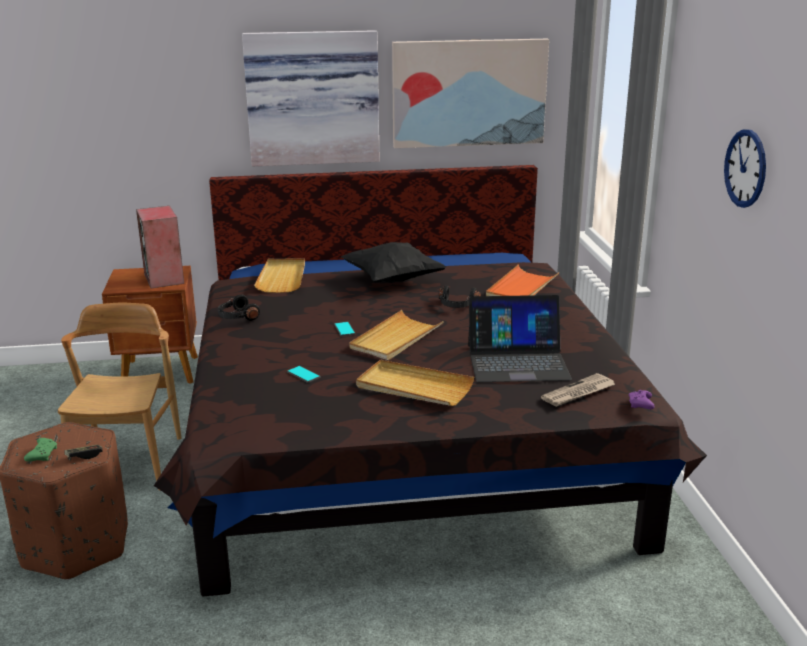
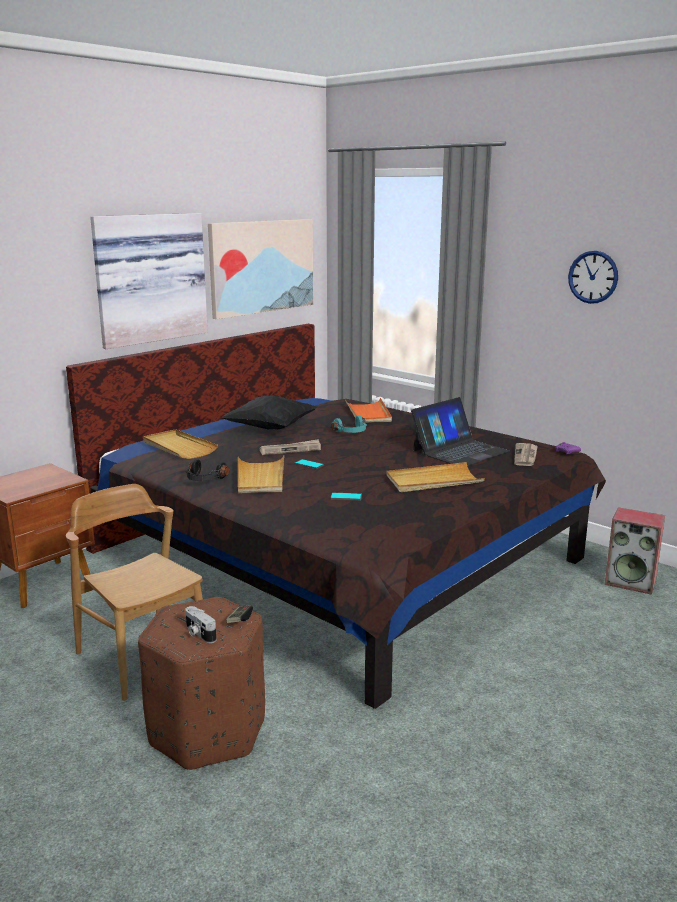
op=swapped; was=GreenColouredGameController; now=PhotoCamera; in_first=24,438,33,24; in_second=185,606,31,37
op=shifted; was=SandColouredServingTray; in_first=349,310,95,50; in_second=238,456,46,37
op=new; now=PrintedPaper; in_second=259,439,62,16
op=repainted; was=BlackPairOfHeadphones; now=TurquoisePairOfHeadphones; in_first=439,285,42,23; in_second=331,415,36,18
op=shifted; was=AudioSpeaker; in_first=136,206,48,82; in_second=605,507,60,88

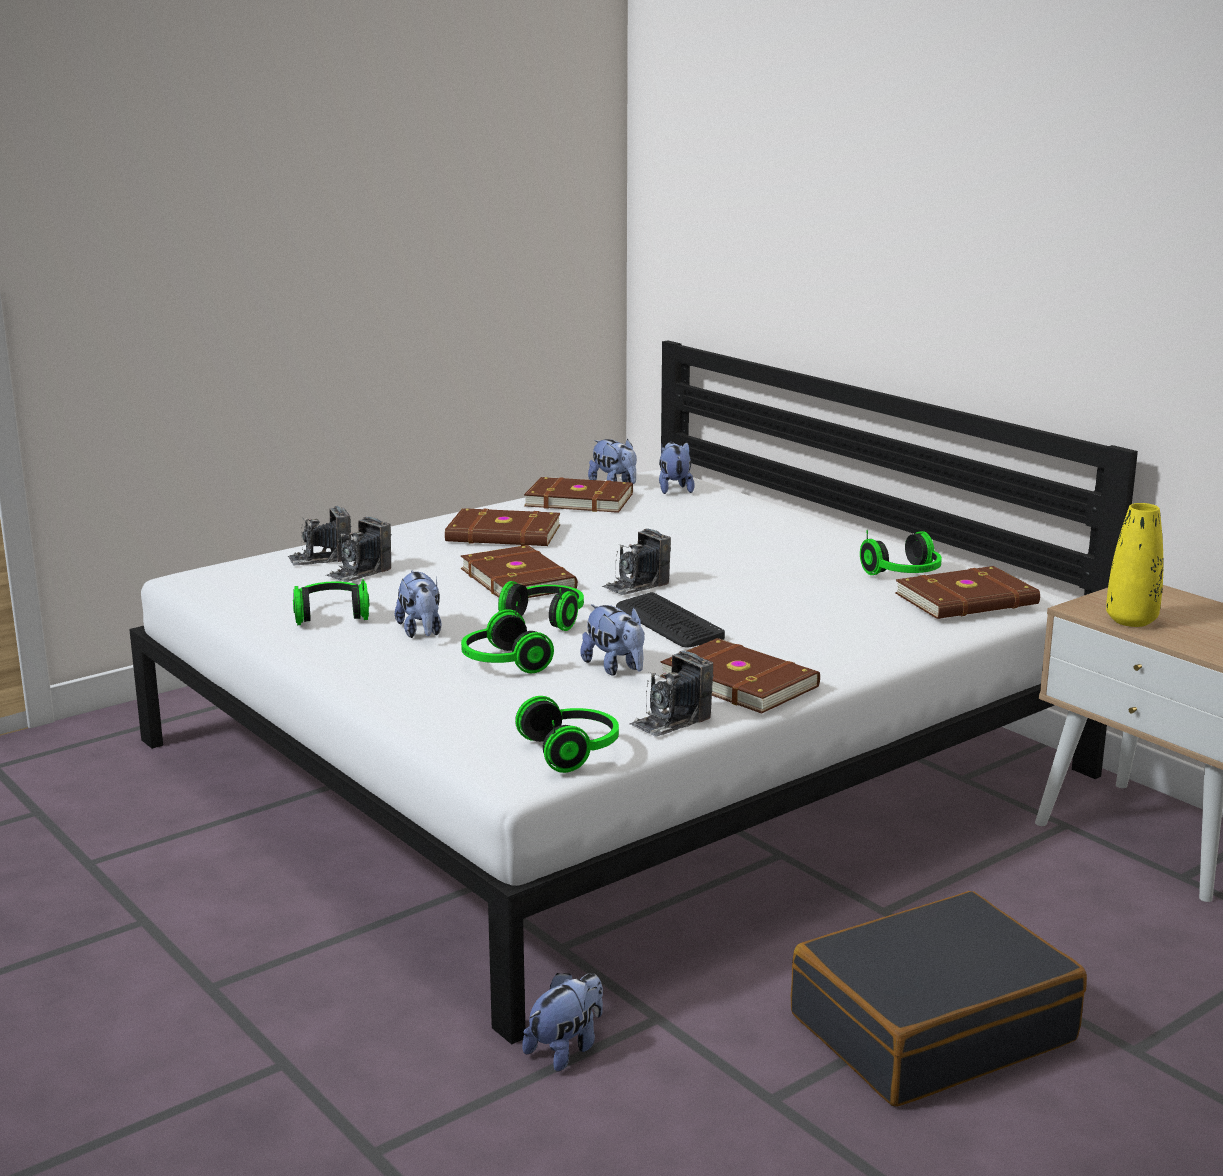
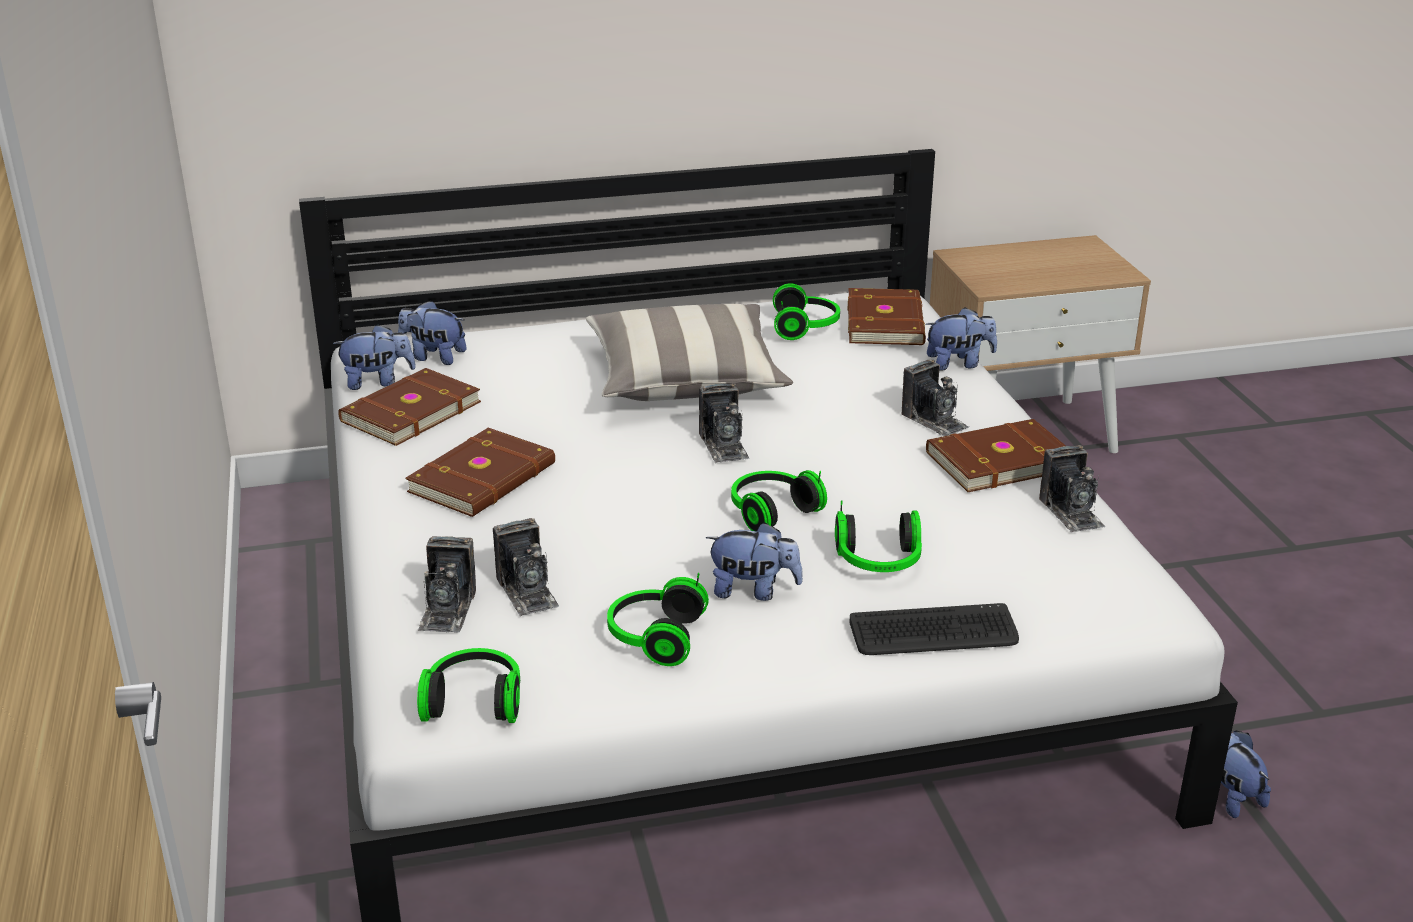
op=shifted; was=PairOfHeadphones; in_first=515,696,104,77; in_second=417,648,103,75
op=new; now=ThrowPillow; in_second=586,304,207,97
op=shifted; was=Keyboard; in_first=616,592,109,56; in_second=849,603,170,52
op=new; now=PhotoCamera; in_second=902,360,67,76
op=shifted; was=CuddlyToy; in_first=580,604,64,72; in_second=925,307,72,64
op=gone; was=BrownColouredVolume; in_first=461,545,117,53
op=gone; was=BlackPieceOfLuggage; in_first=791,891,296,216
op=gone; was=YellowishDecorativeVase; in_first=1106,503,57,124

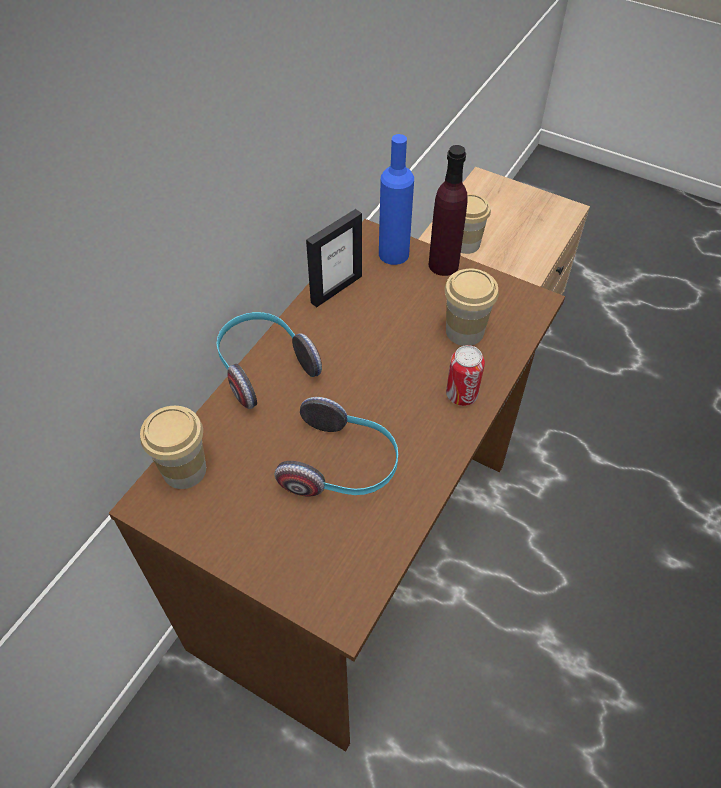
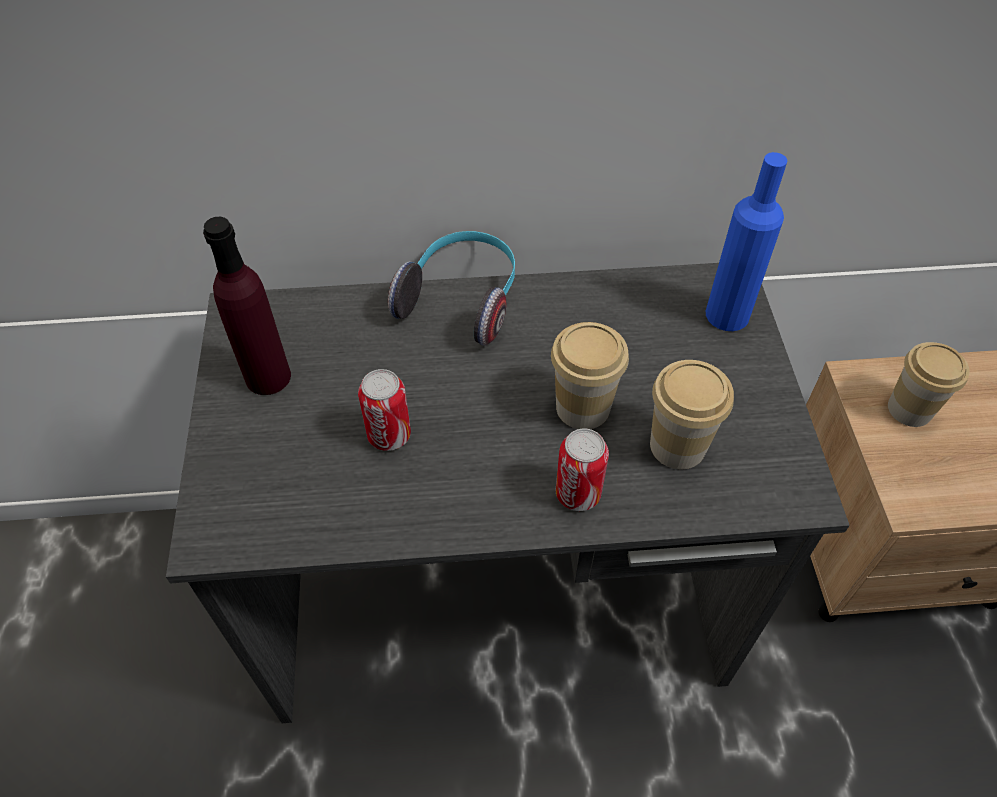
op=repainted; was=BrownColouredDeskUnit; now=GreyishDeskUnit; in_first=109,219,456,533; in_second=166,263,684,460
op=shifted; was=PurpleColouredBeverageBottle; in_first=429,145,39,131; in_second=203,217,88,178
op=swapped; was=PairOfHeadphones; now=SealedCan; in_first=275,397,123,100; in_second=358,369,53,82
op=shifted; was=SmallCup; in_first=140,406,66,83; in_second=551,322,78,107
op=gone; was=PictureFrame; in_first=306,209,56,98

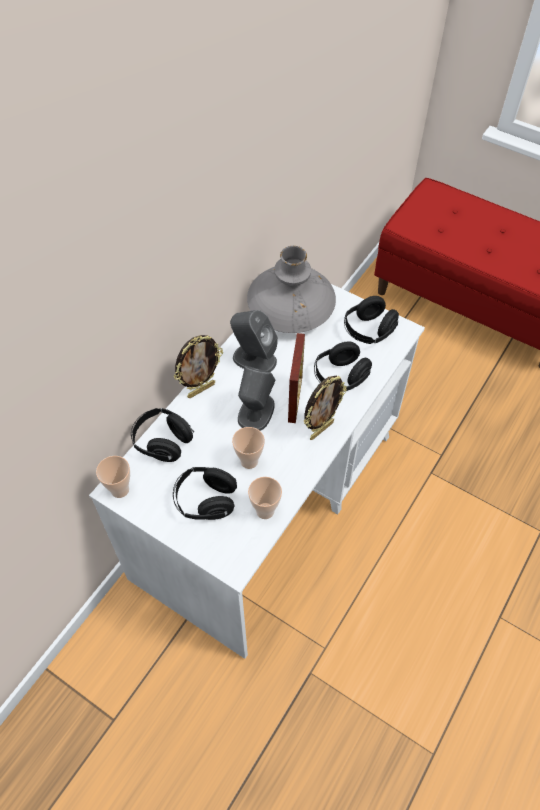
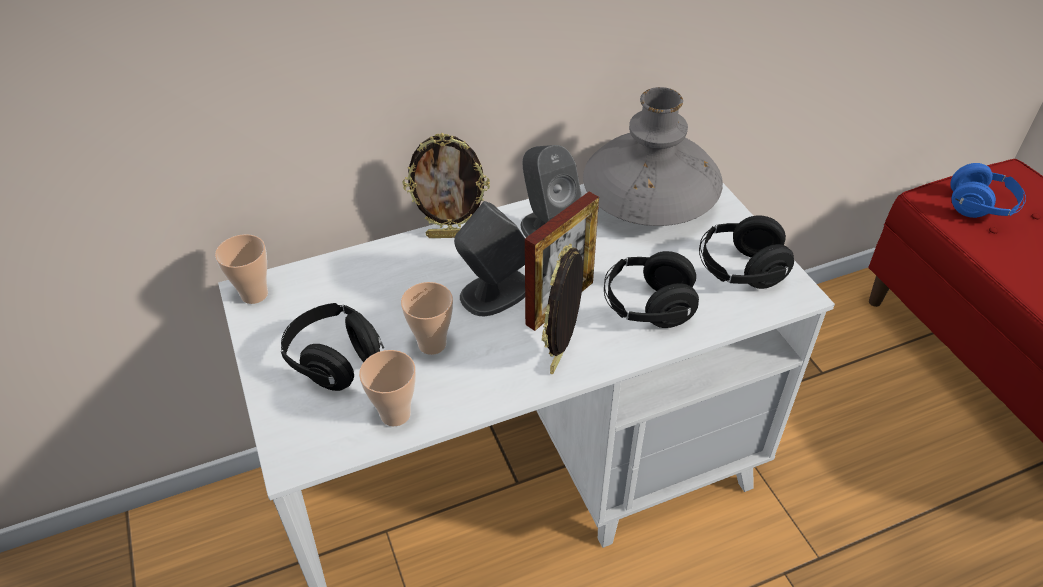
op=rotated; was=PictureFrame; in_first=304,376,43,64; in_second=542,243,41,131; clockwise=120
op=new; now=BlueColouredPairOfHeadphones; in_second=950,163,76,55
op=gone; was=BlackPairOfHeadphones; in_first=131,408,63,54

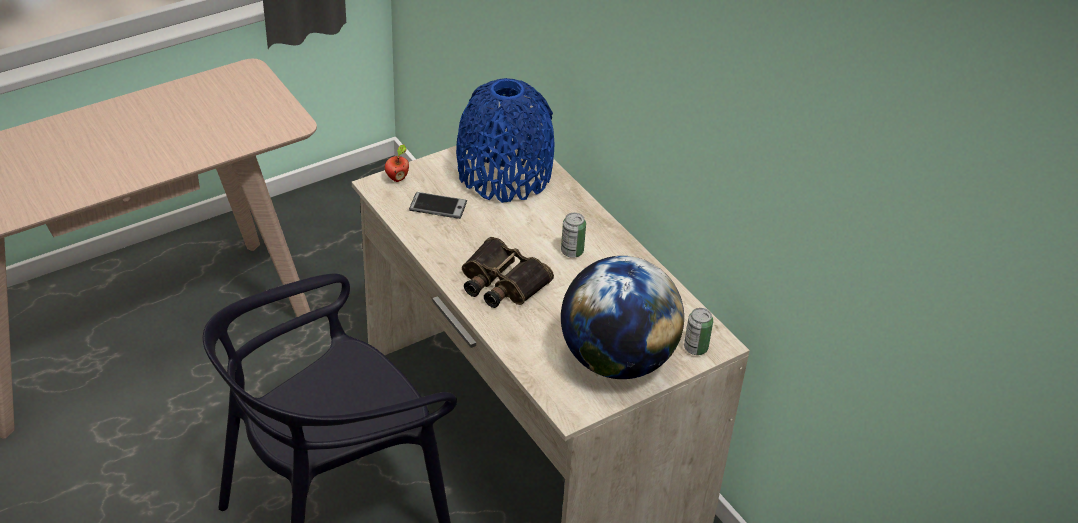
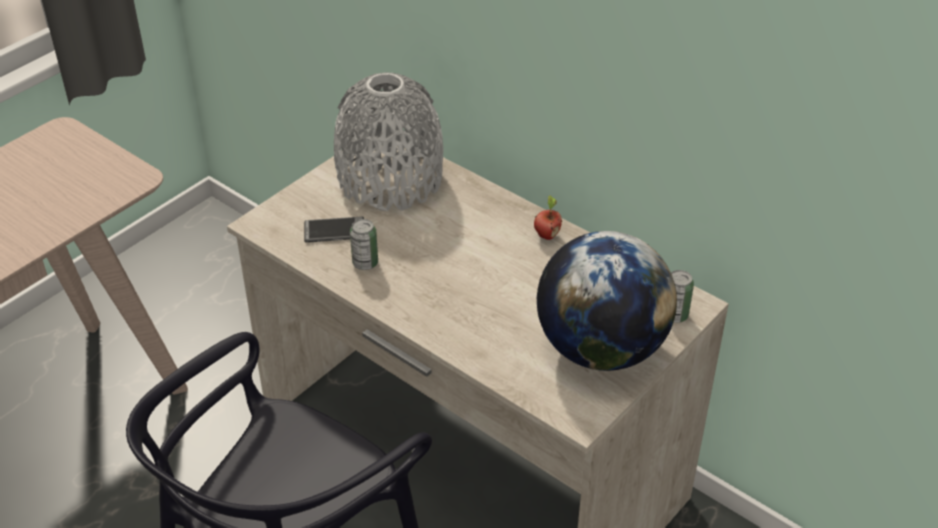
op=repainted; was=BlueColouredDecorativeVase; now=GreyishDecorativeVase; in_first=456,78,98,125; in_second=334,72,109,139
op=shifted; was=SealedCan; in_first=561,213,25,45; in_second=350,219,28,51
op=shifted; was=WholeApple; in_first=385,144,24,38; in_second=534,195,28,45
op=gone; was=Binoculars; in_first=462,237,92,71

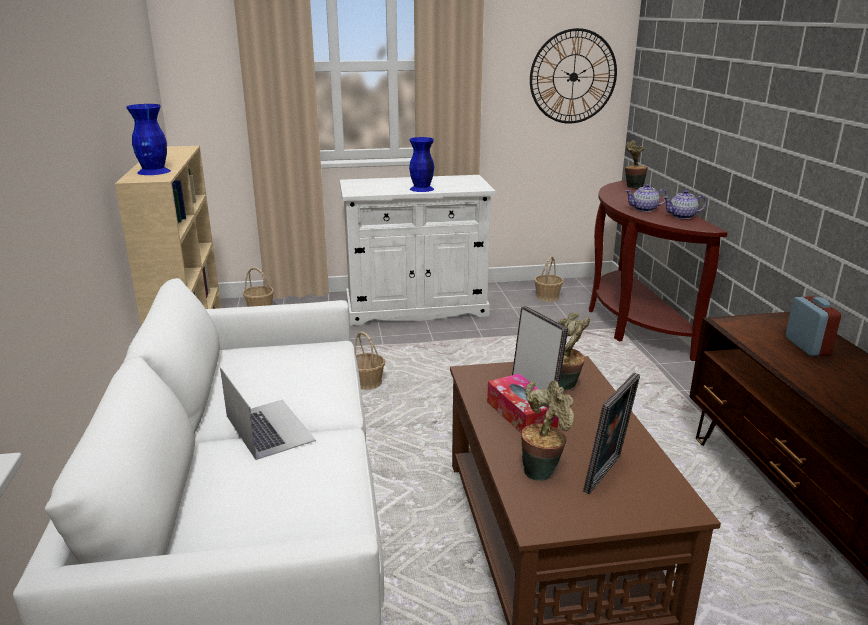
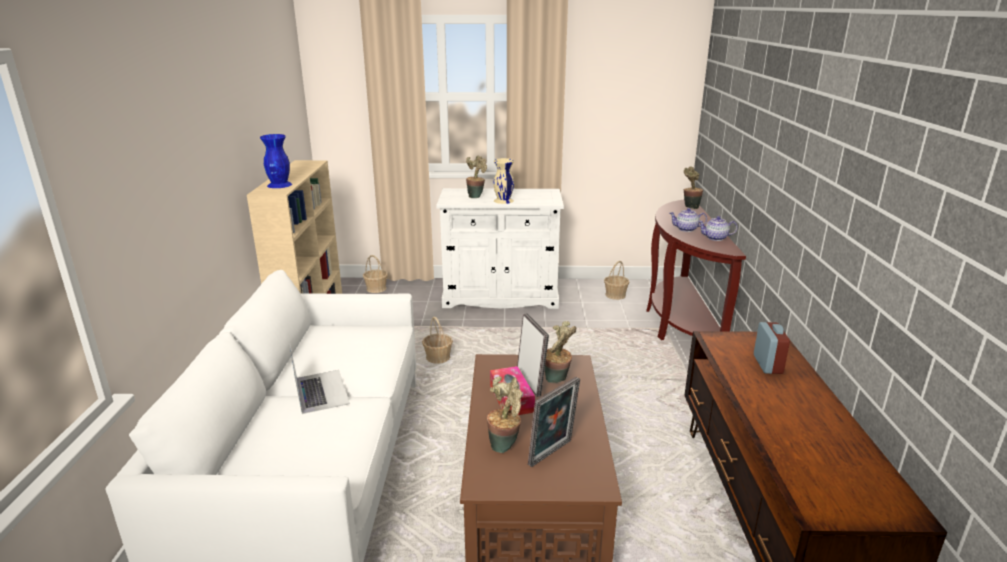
op=new; now=PottedPlant; in_second=466,156,21,42
op=repainted; was=BlueColouredDecorativeVase; now=SandColouredDecorativeVase; in_first=409,137,25,55; in_second=493,158,21,46
op=gone; was=WallClock; in_first=530,28,87,96

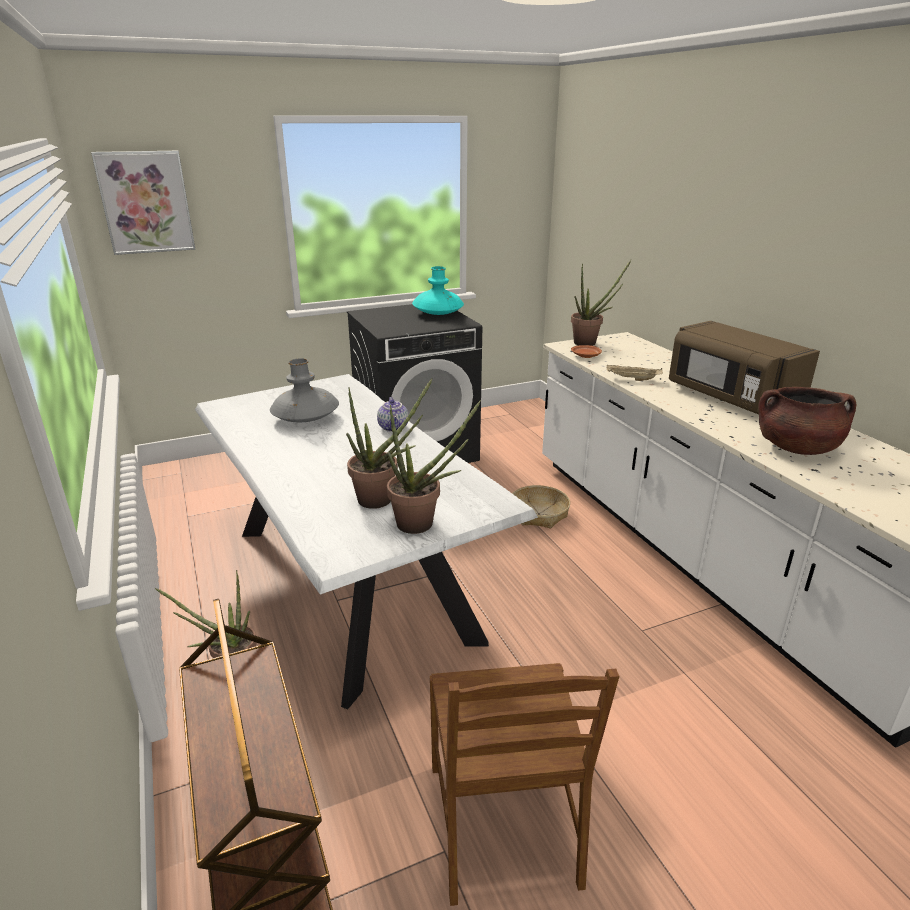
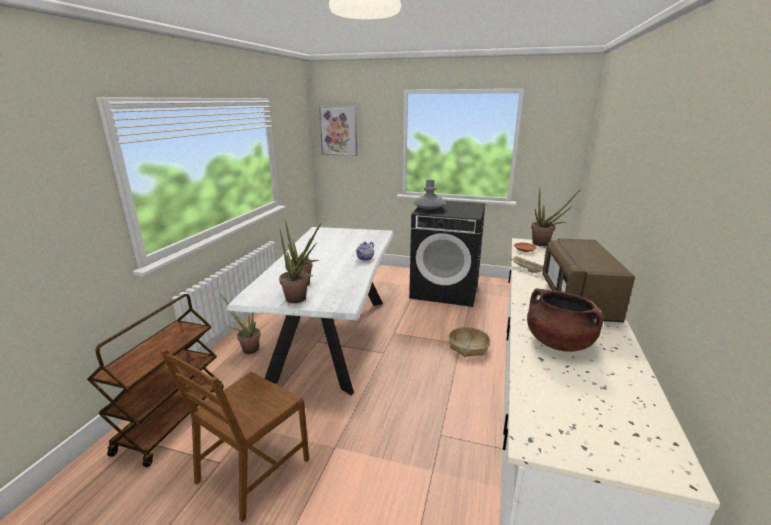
op=shifted; was=GreyishDecorativeVase; in_first=270,358,69,64; in_second=414,180,32,30
op=gone; was=TurquoiseDecorativeVase; in_first=412,266,52,49

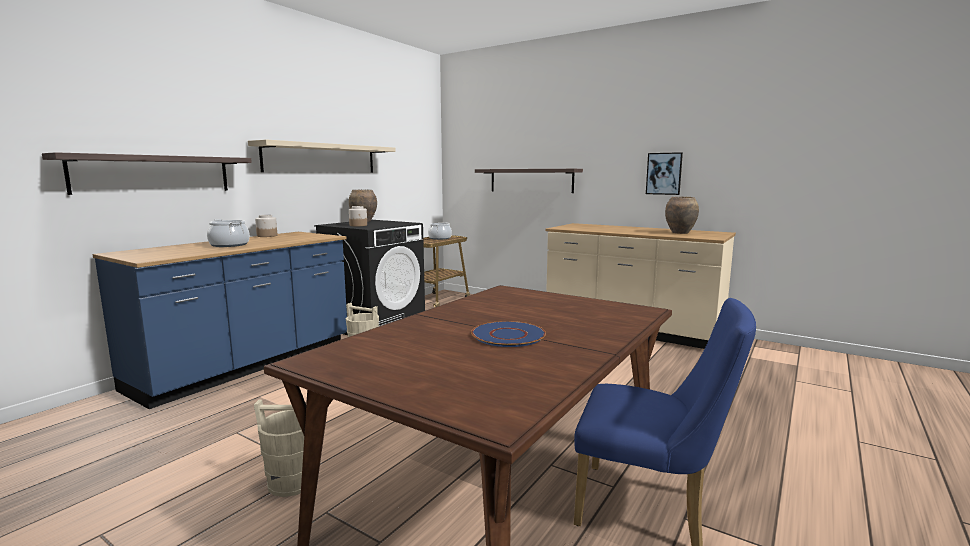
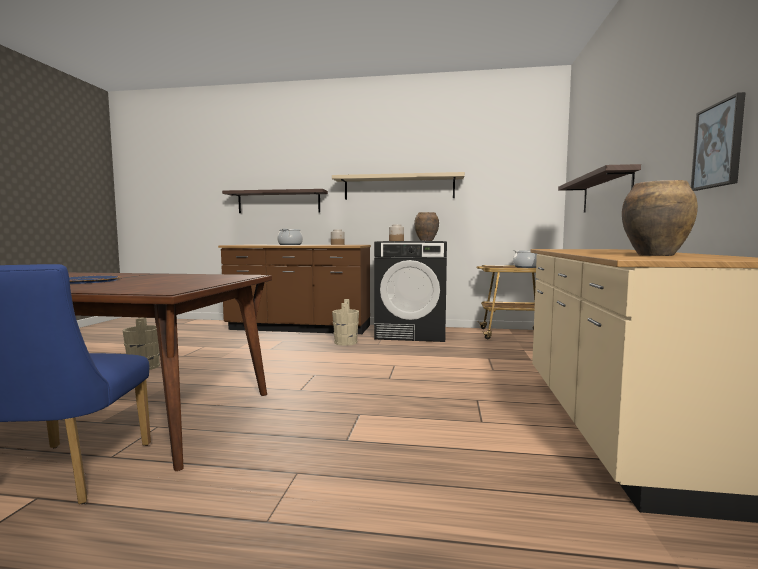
op=repainted; was=BlueColouredKitchenCounter; now=BrownColouredKitchenCounter; in_first=93,232,254,177; in_second=218,245,153,89

